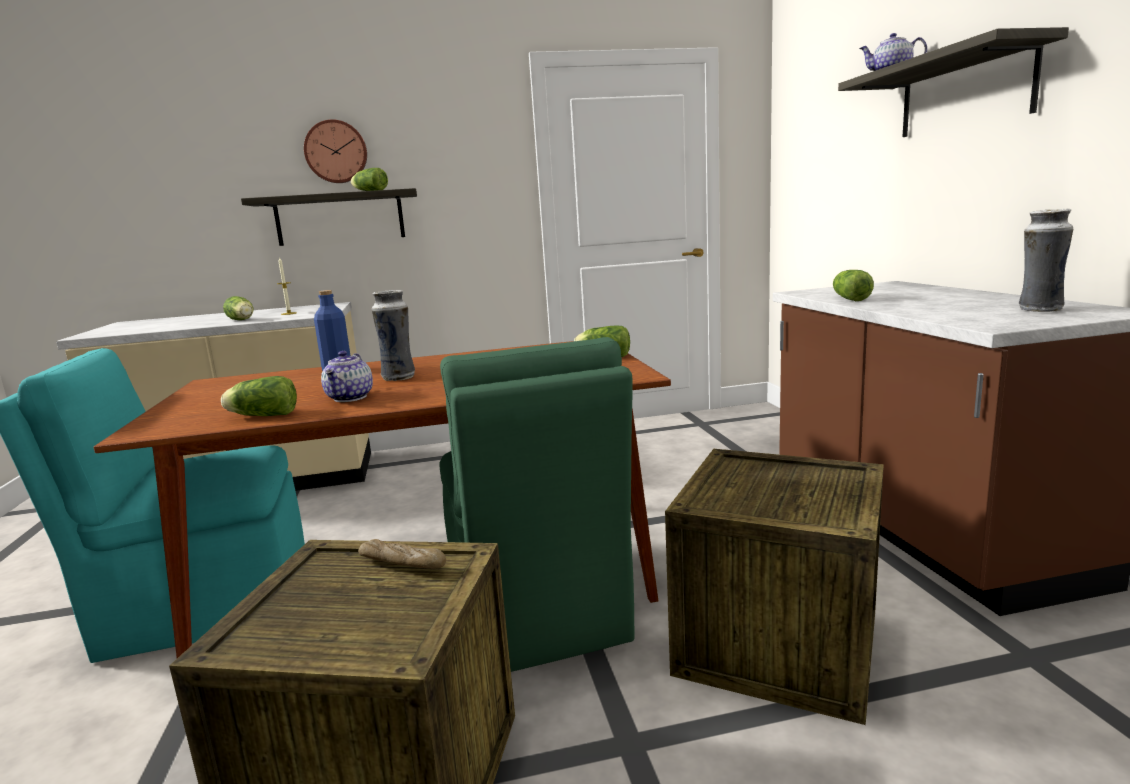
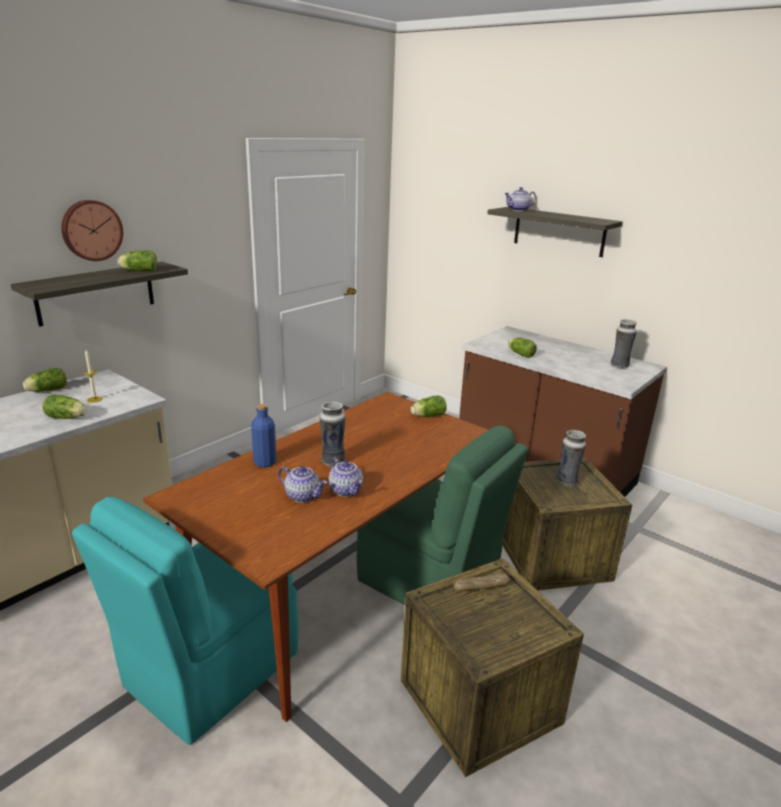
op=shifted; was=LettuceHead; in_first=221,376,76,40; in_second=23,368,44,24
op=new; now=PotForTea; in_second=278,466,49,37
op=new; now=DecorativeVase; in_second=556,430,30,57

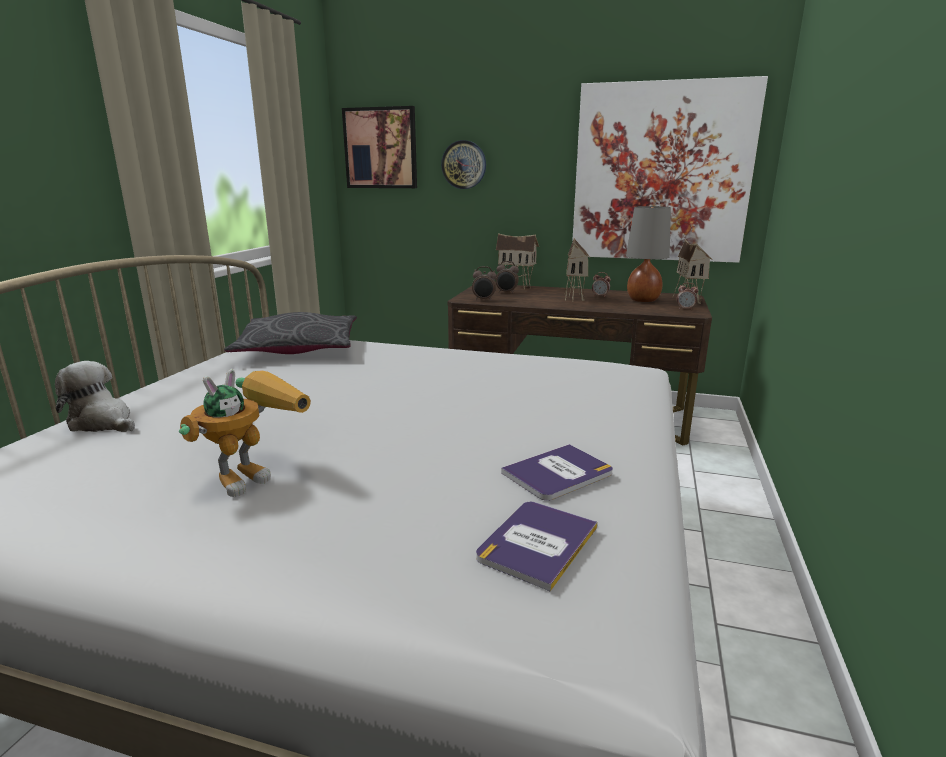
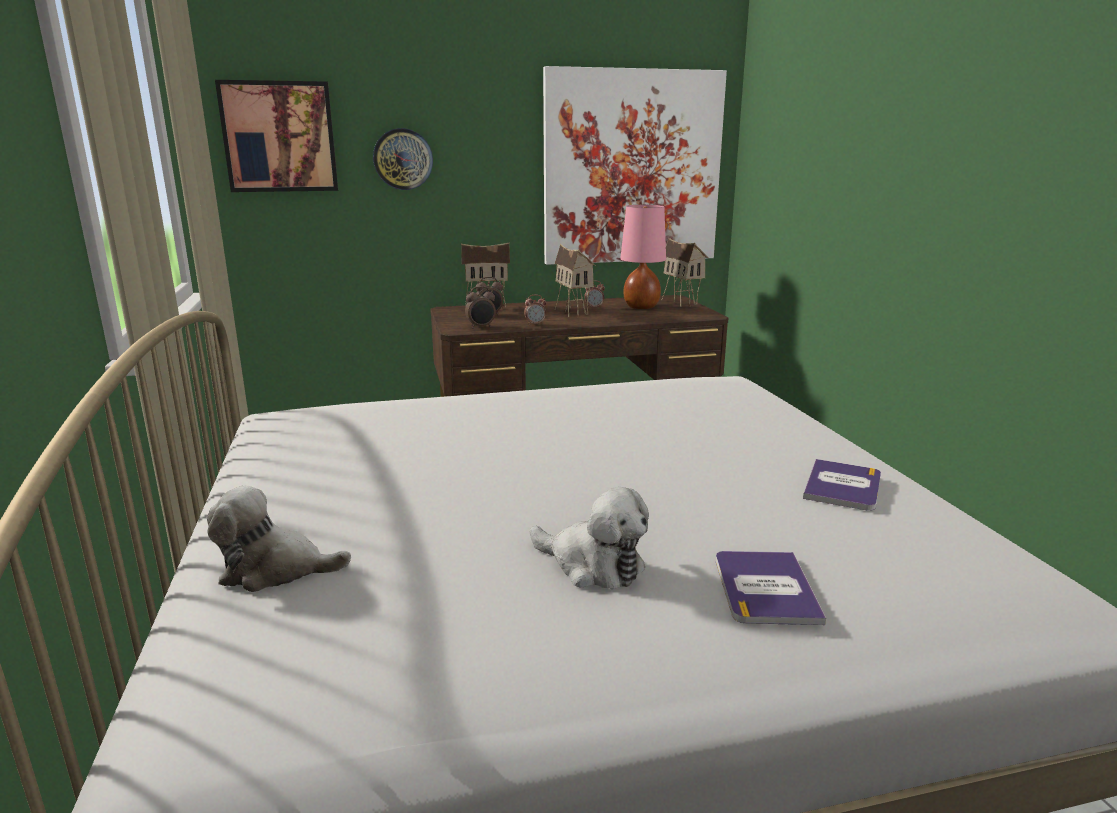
op=shifted; was=BedsideClock; in_first=677,283,21,27; in_second=524,295,22,30
op=swapped; was=ModelRobot; now=CuddlyToy; in_first=179,369,132,128; in_second=530,487,119,102
op=repainted; was=GreyishTabletopLamp; now=PinkTabletopLamp; in_first=626,206,45,96; in_second=620,205,46,104
op=shifted; was=Volume; in_first=476,502,121,89; in_second=716,551,110,74
op=gone; was=GreyishThrowPillow; in_first=224,312,133,42

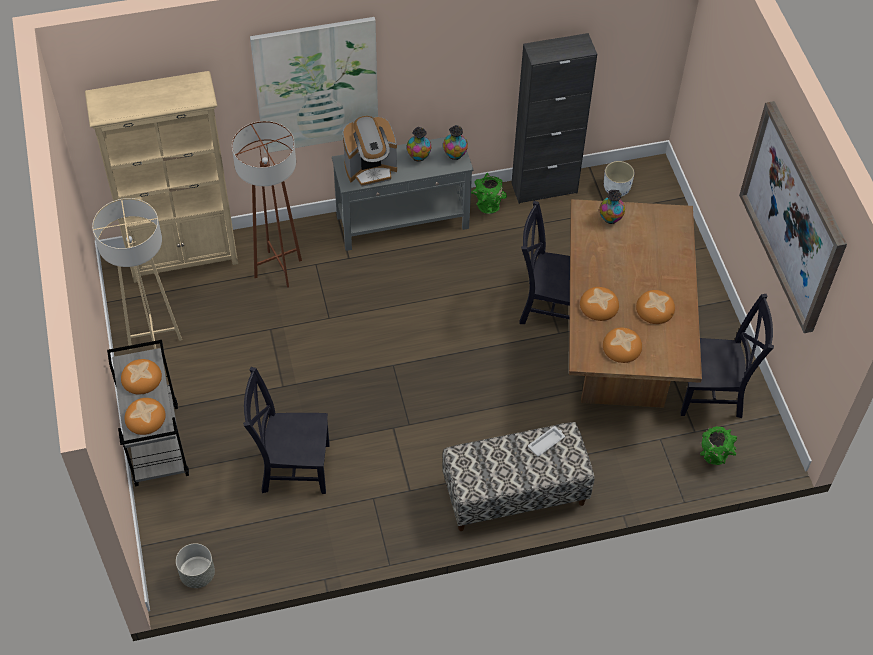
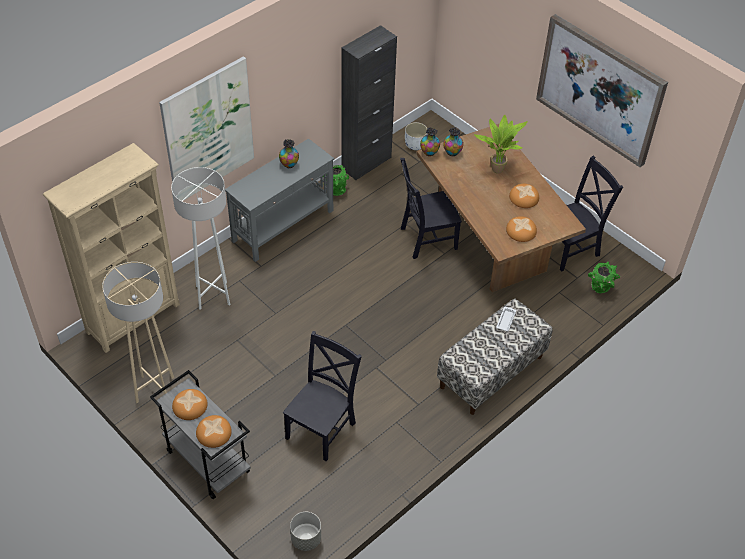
op=repainted; was=BrownColouredFloorLamp; now=WhiteColouredFloorLamp; in_first=232,121,70,166; in_second=171,167,59,143
op=rotated; was=BlackPlainChair; in_first=243,367,87,127; in_second=283,331,79,130; clockwise=150
op=shifted; was=DecorativeVase; in_first=443,125,25,35; in_second=420,127,20,29
op=new; now=PottedPlant; in_second=474,115,54,59
op=gone; was=CoffeeBrewer; in_first=343,116,54,71
op=gone; was=BakeryBread; in_first=580,287,39,34

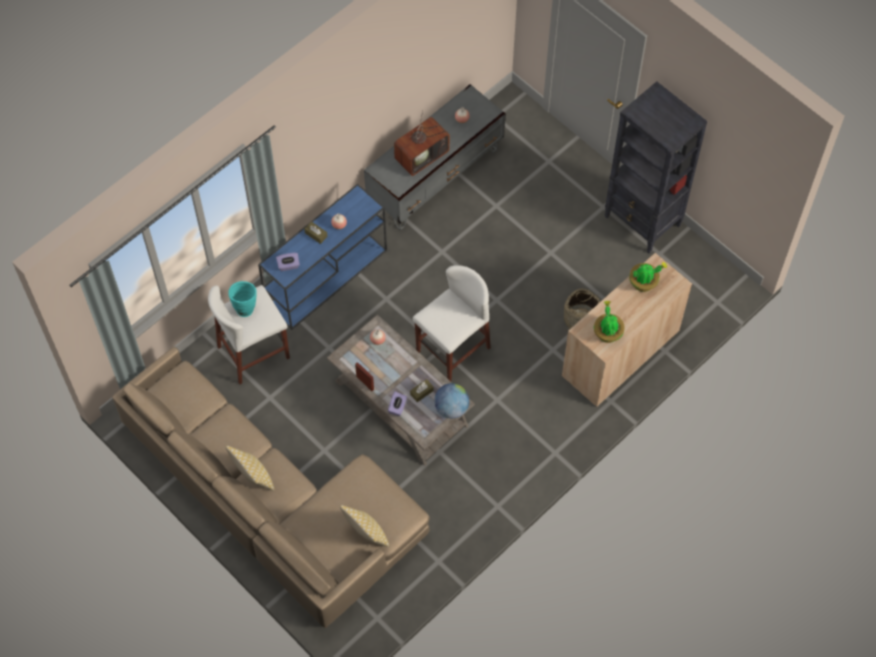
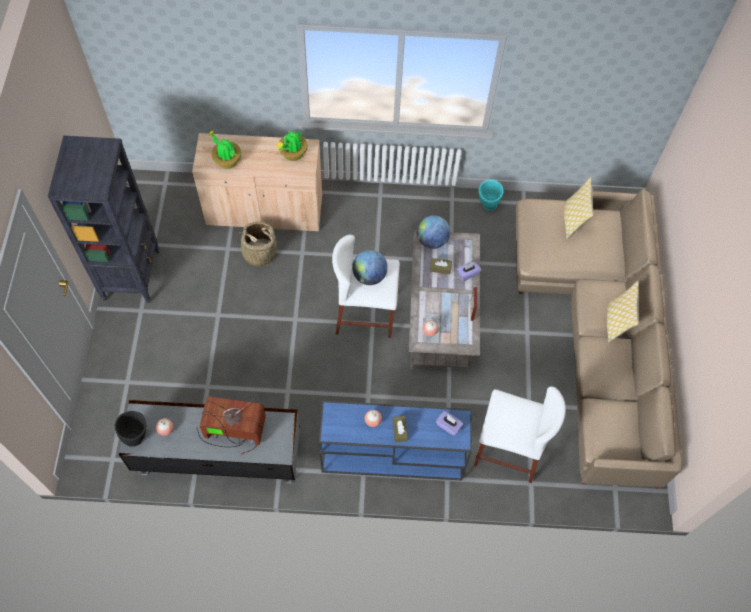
op=new; now=BlackDecorativeVase; in_second=115,411,31,36
op=new; now=DeskGlobe; in_second=352,250,36,35
op=shifted; was=TurquoiseDecorativeVase; in_first=228,281,29,36; in_second=479,180,24,31

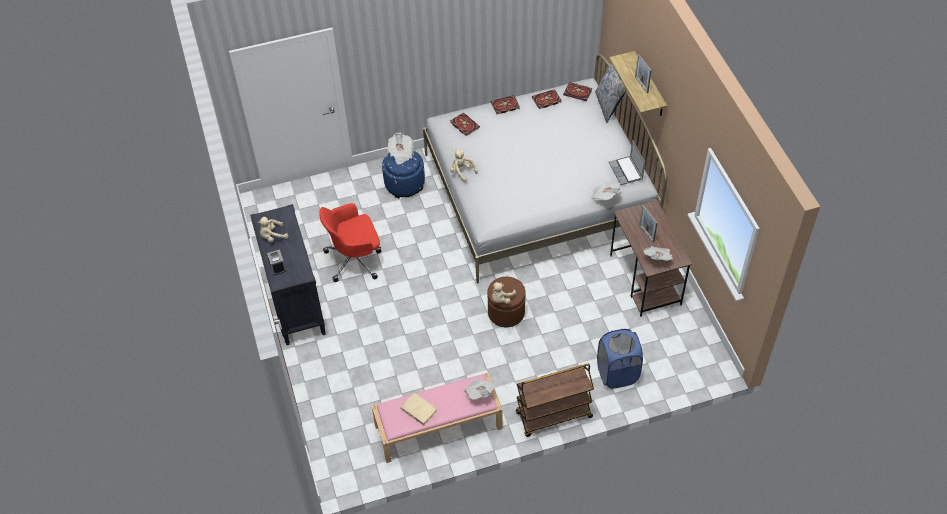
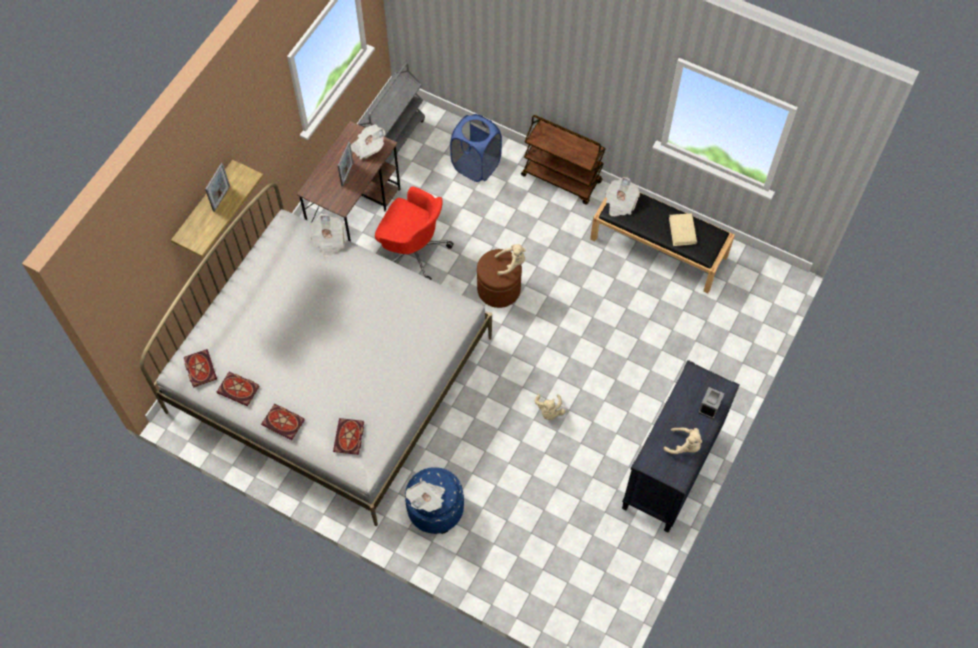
op=new; now=GreyishTrolley; in_second=358,63,67,101
op=shifted; was=RedColouredComputerChair; in_first=319,203,62,79; in_second=375,186,79,94
op=shifted; was=SandColouredCuddlyToy; in_first=450,150,28,32; in_second=535,394,31,26
op=repainted; was=PinkBench; now=BlackBench; in_first=372,373,130,90; in_second=590,193,145,100
op=gone; was=ThrowPillow; in_first=595,63,31,60
op=gone; was=Laptop; in_first=609,140,36,45

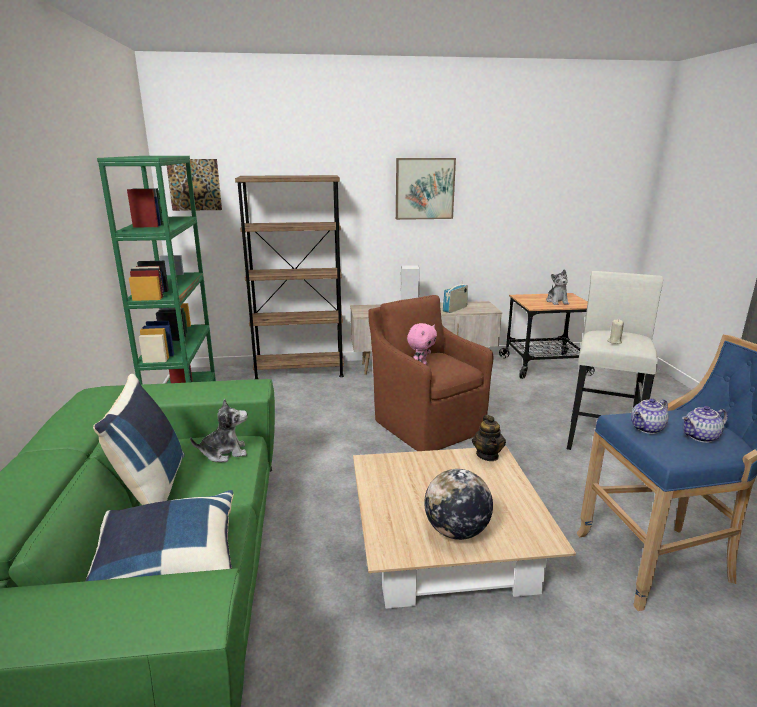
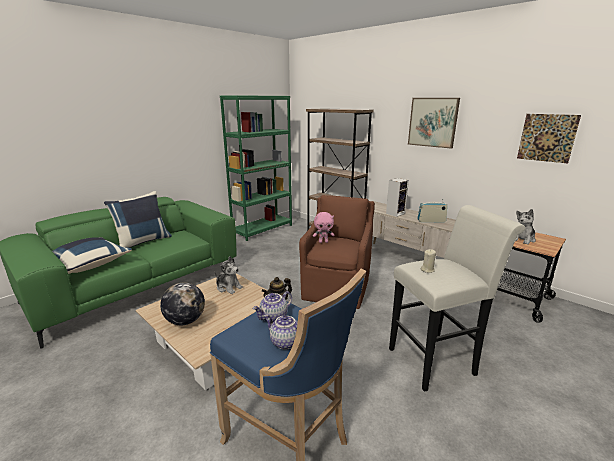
op=shifted; was=CuddlyToy; in_first=190,398,57,64; in_second=214,257,29,37
op=rotated; was=PotForTea; in_first=631,398,38,36; in_second=253,291,39,31; clockwise=-60
op=shifted; was=WallPicture; in_first=166,159,56,52; in_second=517,114,64,49

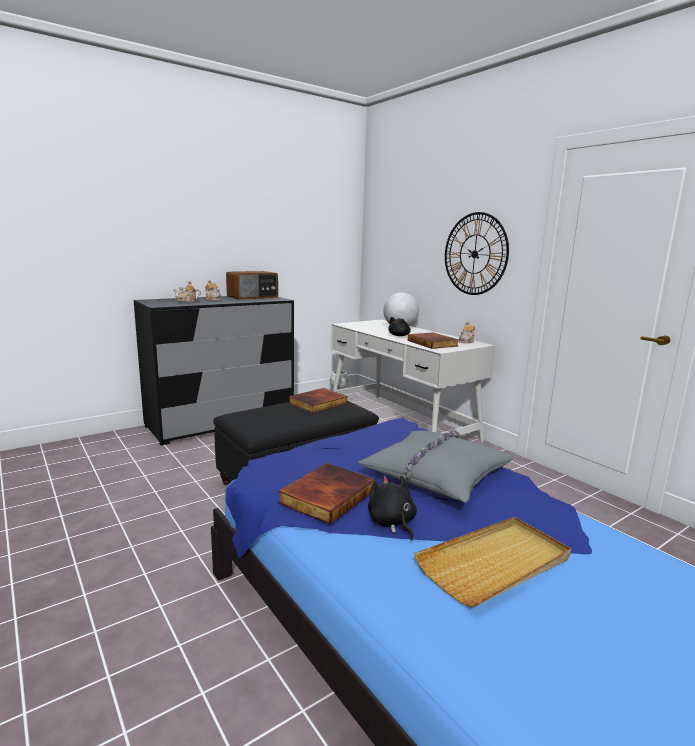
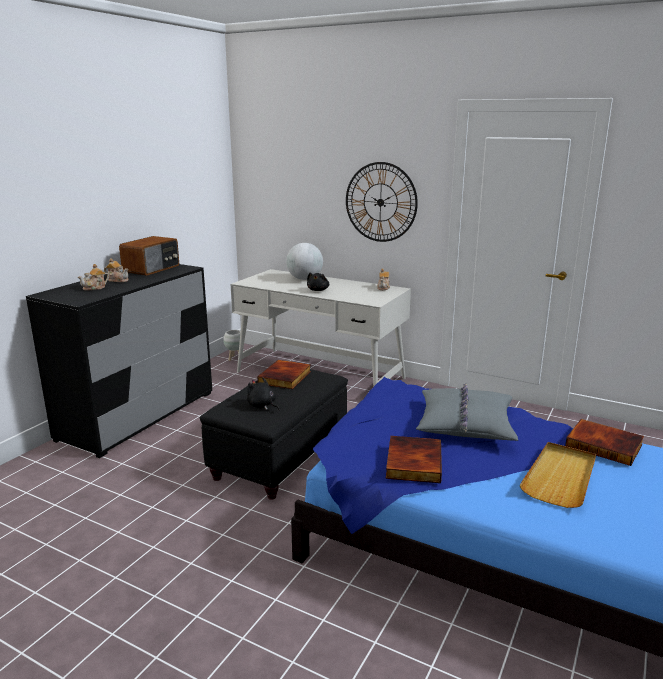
op=shifted; was=BlackCuddlyToy; in_first=368,476,49,64; in_second=247,377,33,34
op=shifted; was=Volume; in_first=408,332,51,17; in_second=565,419,79,47

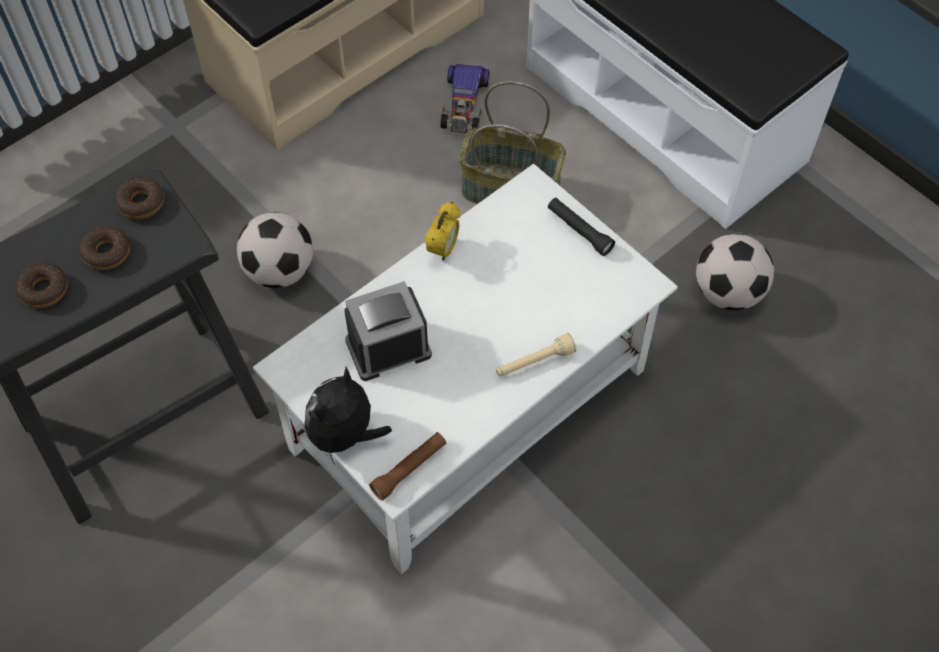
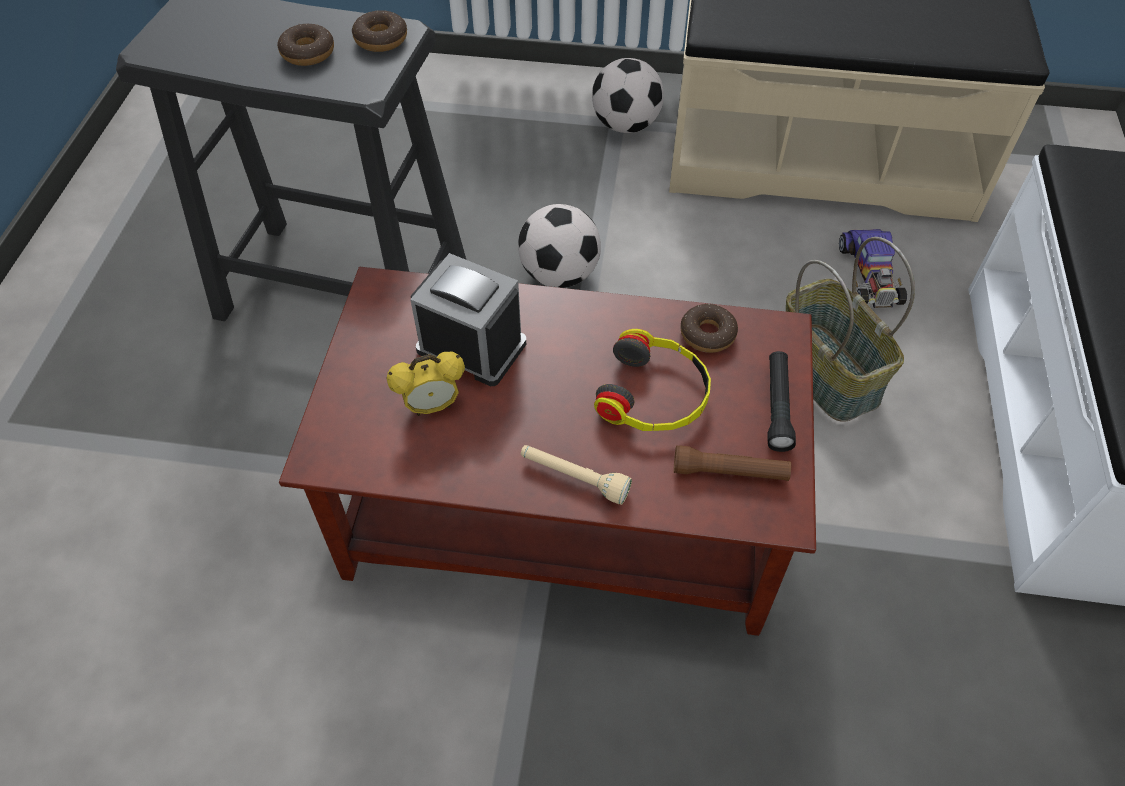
op=repainted; was=WhiteColouredLowTable; now=BrownColouredLowTable; in_first=253,164,425,410; in_second=279,267,537,369
op=shifted; was=BedsideClock; in_first=425,202,35,59; in_second=387,352,78,64
op=shifted; was=Football; in_first=696,234,78,76; in_second=592,58,72,75
op=new; now=PairOfHeadphones; in_second=594,329,117,102
op=shifted; was=BrownColouredHandTorch; in_first=369,432,77,69; in_second=674,445,117,36
op=shifted; was=Donut; in_first=16,263,52,45; in_second=680,304,58,49
op=rotated; was=ToyCar; in_first=440,64,50,69; in_second=839,229,68,79; clockwise=-60
op=gone; was=CuddlyToy; in_first=305,367,87,98

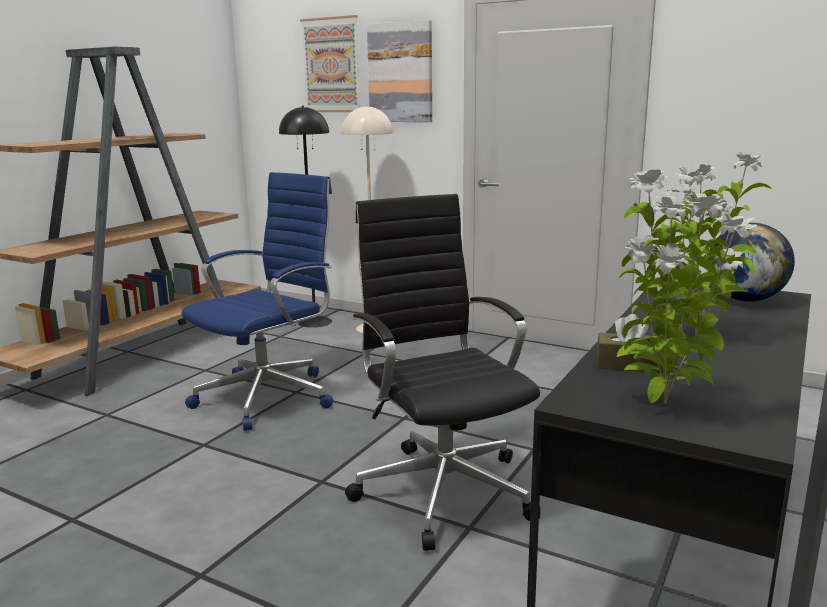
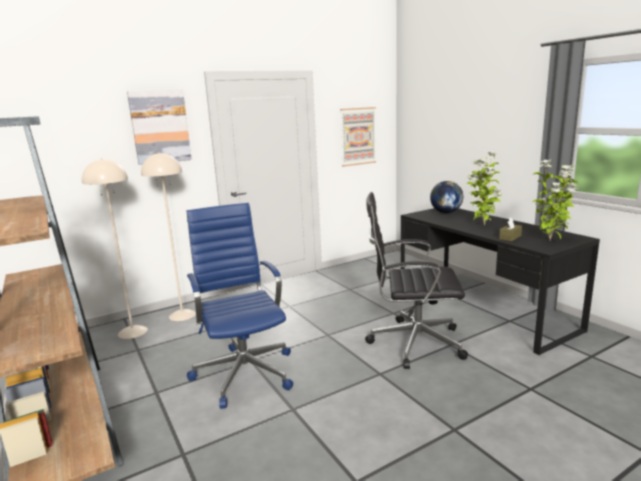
op=repainted; was=BlackFloorLamp; now=SandColouredFloorLamp; in_first=279,106,53,222; in_second=82,158,66,181
op=shifted; was=WallPicture; in_first=300,15,60,97; in_second=340,107,36,60

